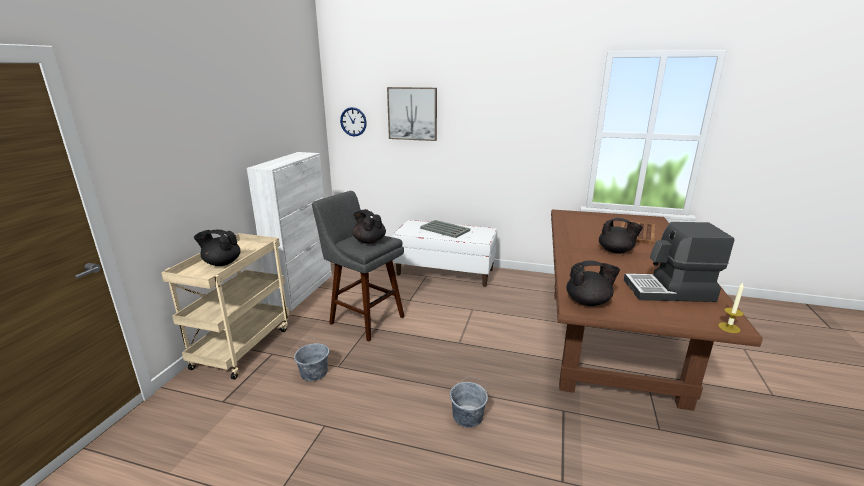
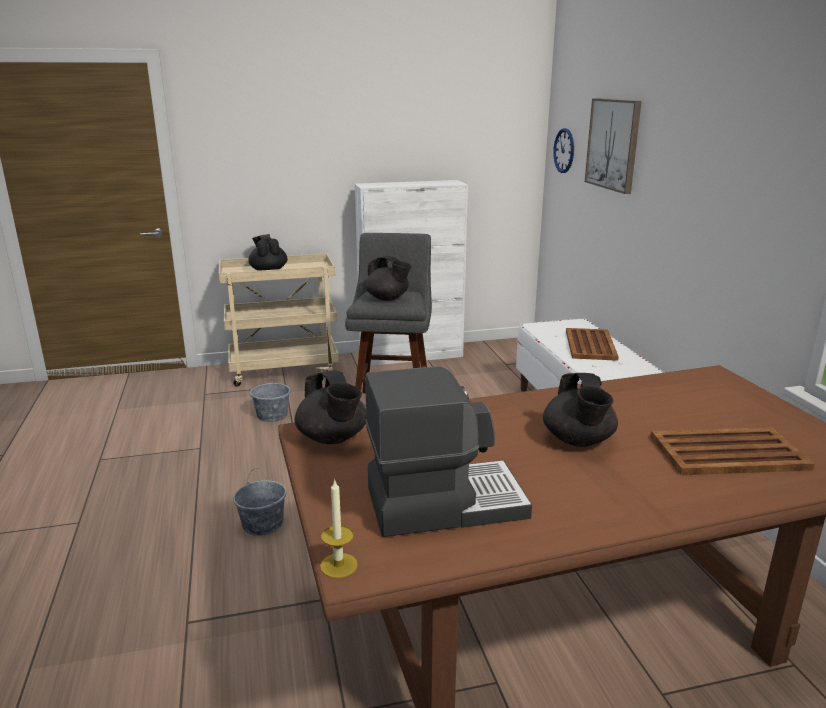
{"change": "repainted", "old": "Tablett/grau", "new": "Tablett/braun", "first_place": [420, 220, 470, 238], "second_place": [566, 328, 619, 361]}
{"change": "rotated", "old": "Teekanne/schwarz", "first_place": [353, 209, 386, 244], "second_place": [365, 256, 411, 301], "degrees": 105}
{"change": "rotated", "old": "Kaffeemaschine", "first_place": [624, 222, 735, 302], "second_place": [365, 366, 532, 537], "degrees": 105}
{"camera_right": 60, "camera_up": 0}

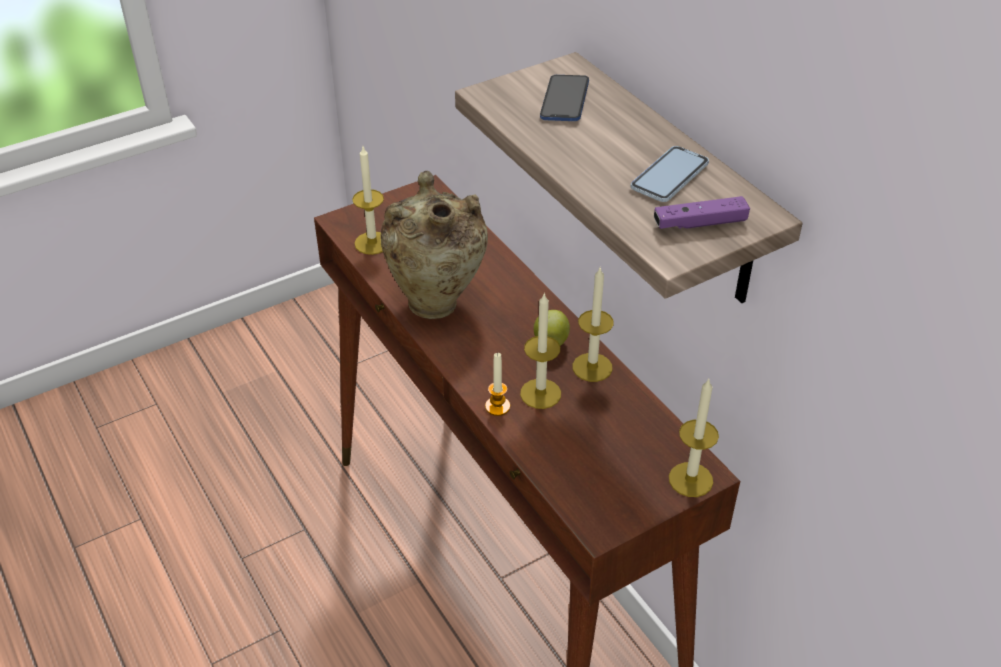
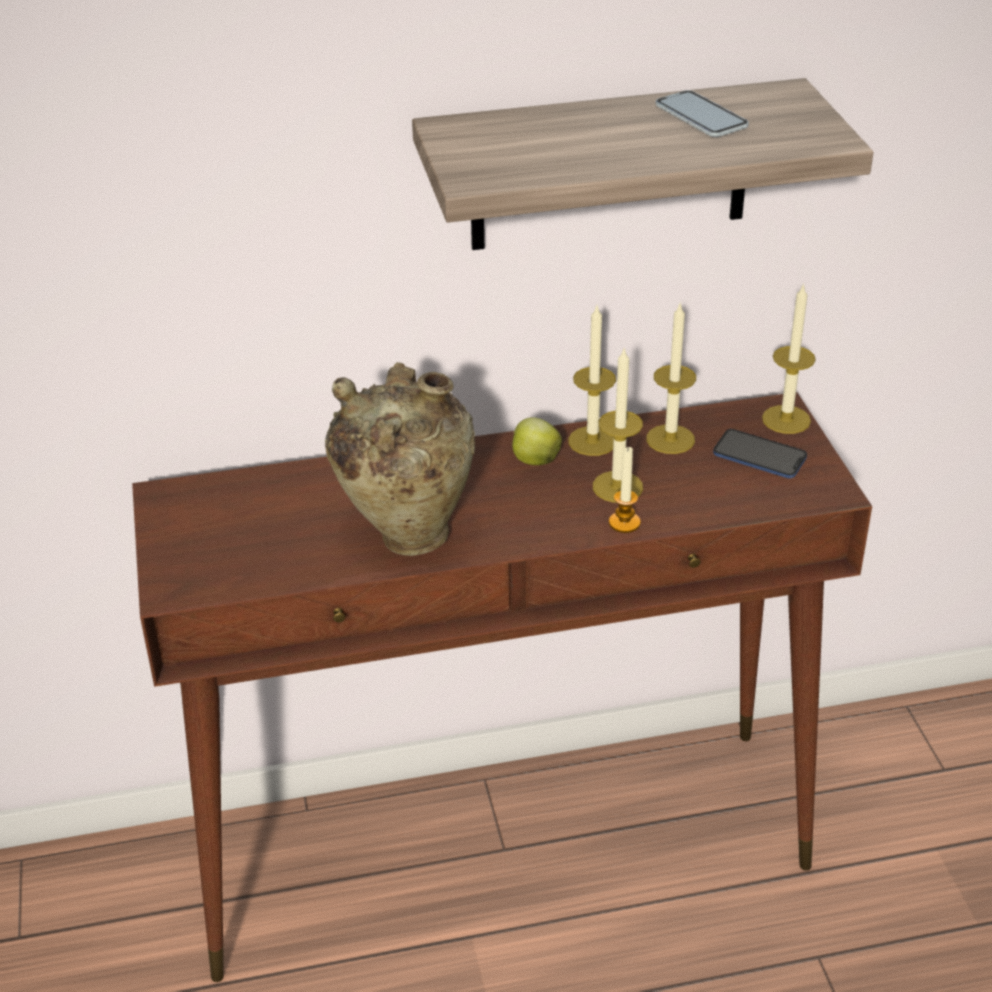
{"change": "gone", "old": "Gamepad/lila", "first_place": [654, 196, 750, 229]}
{"change": "shifted", "old": "Kerze", "first_place": [352, 147, 384, 255], "second_place": [646, 302, 696, 454]}
{"change": "shifted", "old": "Handy", "first_place": [540, 75, 589, 121], "second_place": [713, 429, 807, 478]}
{"camera_right": -70, "camera_up": -5}

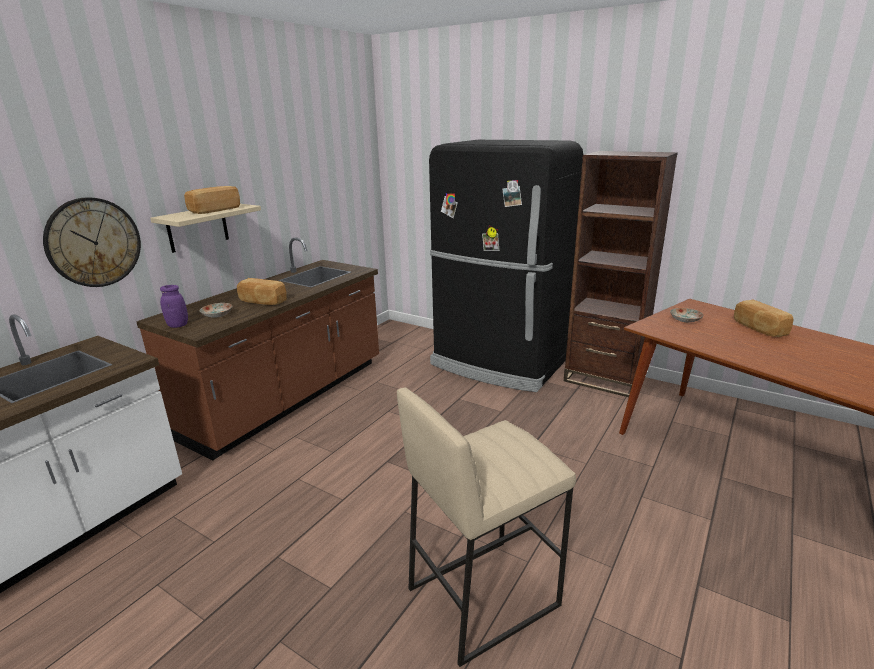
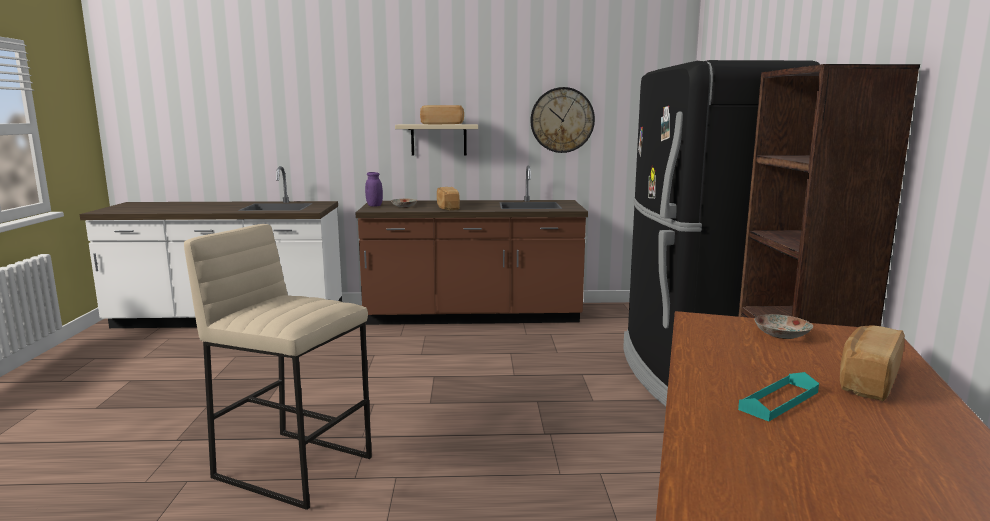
{"change": "new", "new": "Tablett/türkis", "second_place": [738, 372, 819, 421]}
{"change": "shifted", "old": "Wanduhr", "first_place": [43, 197, 141, 287], "second_place": [531, 87, 595, 153]}
{"camera_right": 55, "camera_up": -10}

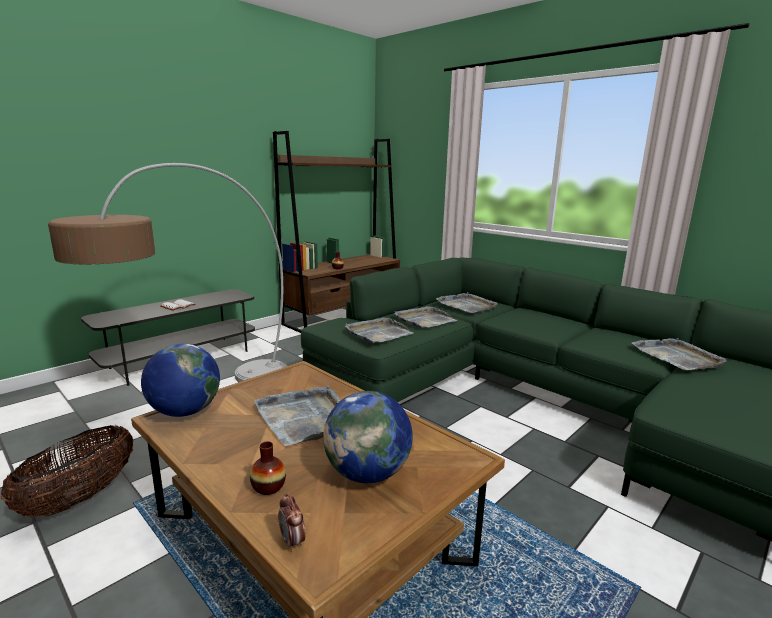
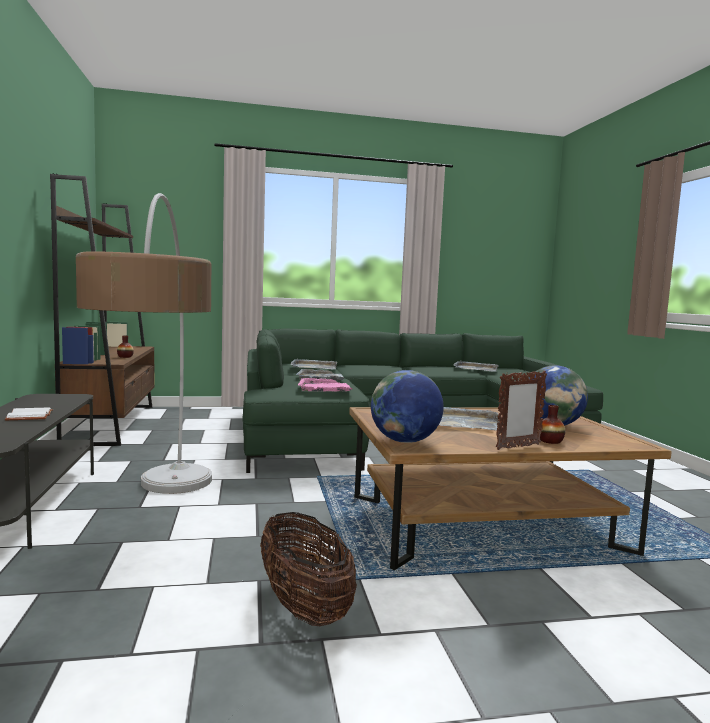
{"change": "gone", "old": "Wecker", "first_place": [278, 493, 305, 552]}
{"change": "new", "new": "Bilderrahmen", "second_place": [496, 371, 547, 450]}
{"change": "repainted", "old": "Tablett/grau", "new": "Tablett/rosa", "first_place": [345, 317, 413, 343], "second_place": [298, 378, 353, 392]}
{"camera_right": -55, "camera_up": -10}

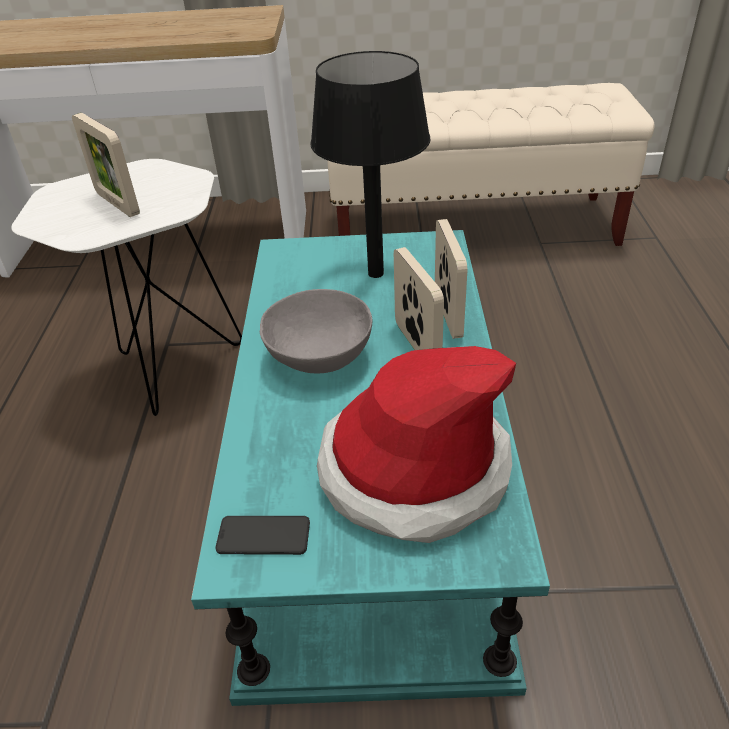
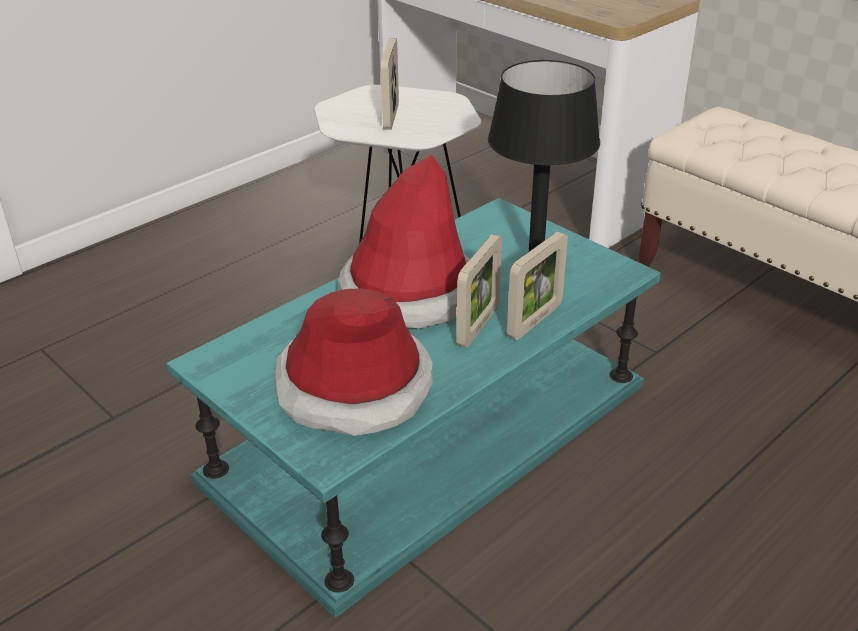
{"change": "gone", "old": "Handy", "first_place": [215, 516, 310, 555]}
{"change": "swapped", "old": "Schüssel/grau", "new": "Hut", "first_place": [260, 289, 373, 373], "second_place": [338, 155, 470, 329]}
{"camera_right": 45, "camera_up": -5}

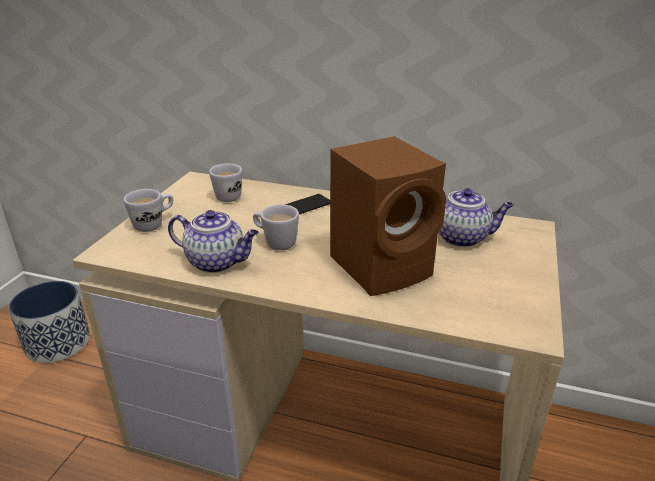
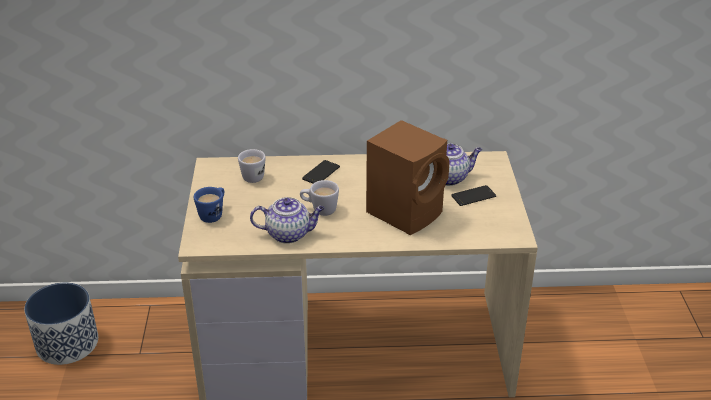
{"change": "new", "new": "Handy", "second_place": [451, 185, 496, 206]}
{"change": "repainted", "old": "Henkelbecher/weiß", "new": "Henkelbecher/blau", "first_place": [124, 189, 173, 232], "second_place": [194, 187, 224, 223]}
{"camera_right": -20, "camera_up": 5}

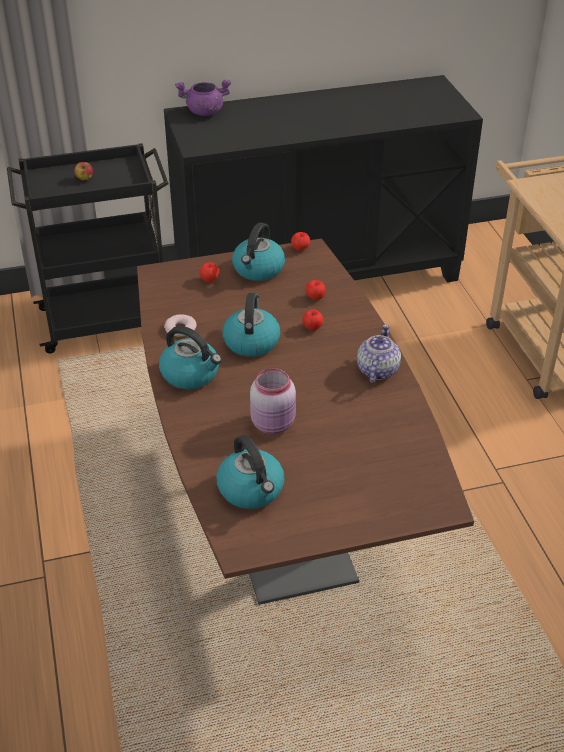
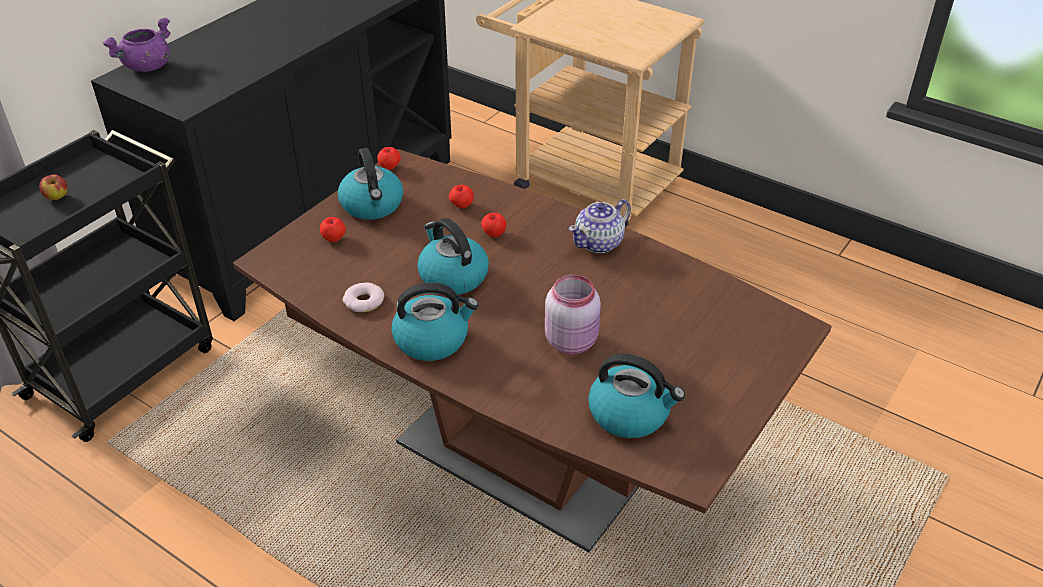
{"change": "rotated", "old": "Teekanne", "first_place": [357, 324, 401, 383], "second_place": [569, 199, 631, 253], "degrees": -105}
{"camera_right": -40, "camera_up": 0}

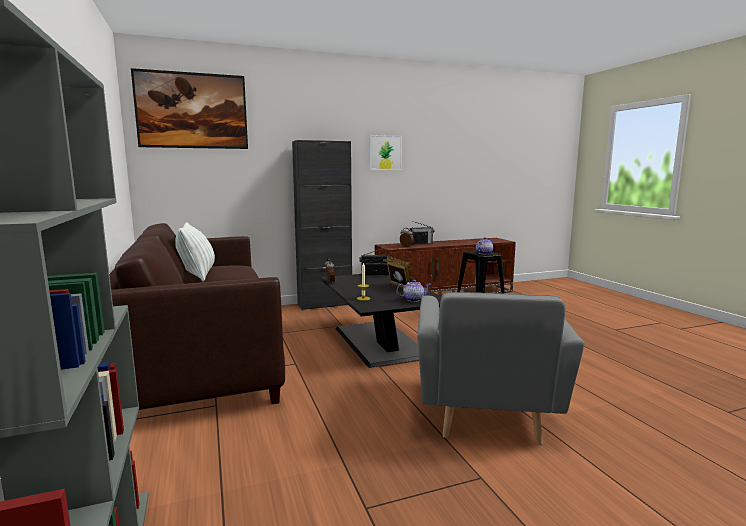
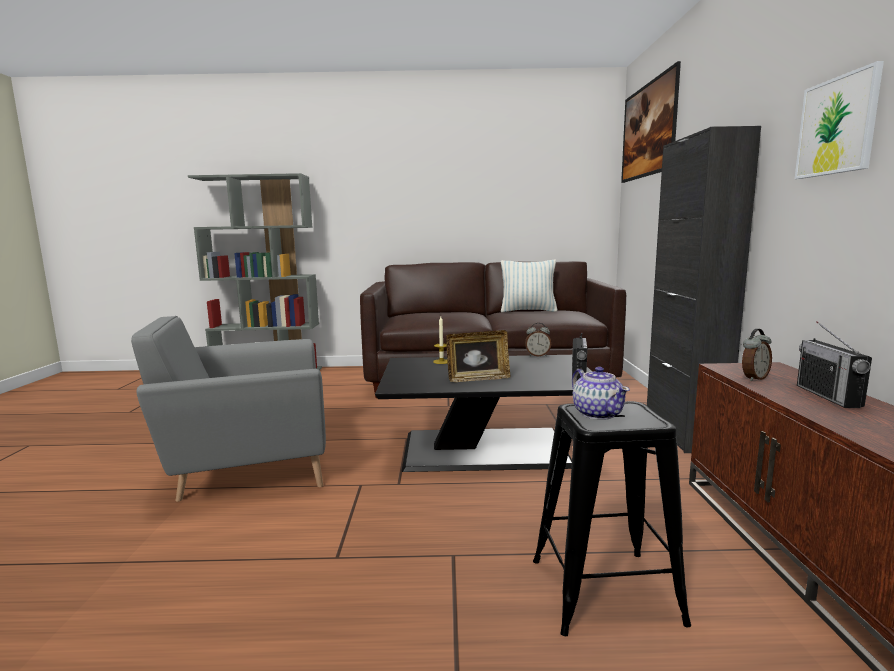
{"change": "gone", "old": "Teekanne", "first_place": [397, 280, 431, 302]}
{"change": "rotated", "old": "Sessel/grau", "first_place": [417, 292, 584, 445], "second_place": [131, 316, 326, 502], "degrees": -45}
{"camera_right": 110, "camera_up": 0}

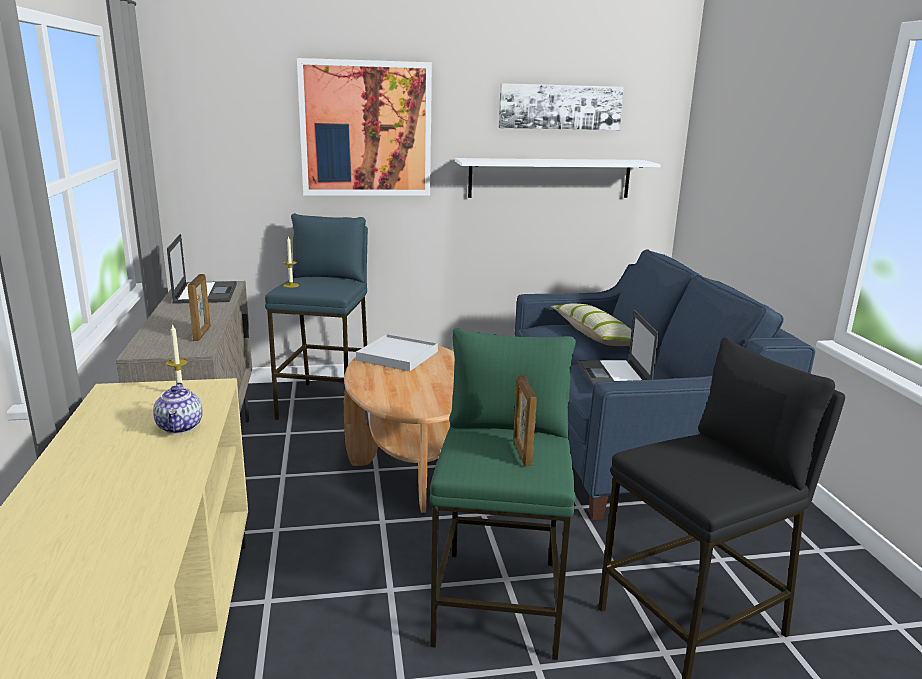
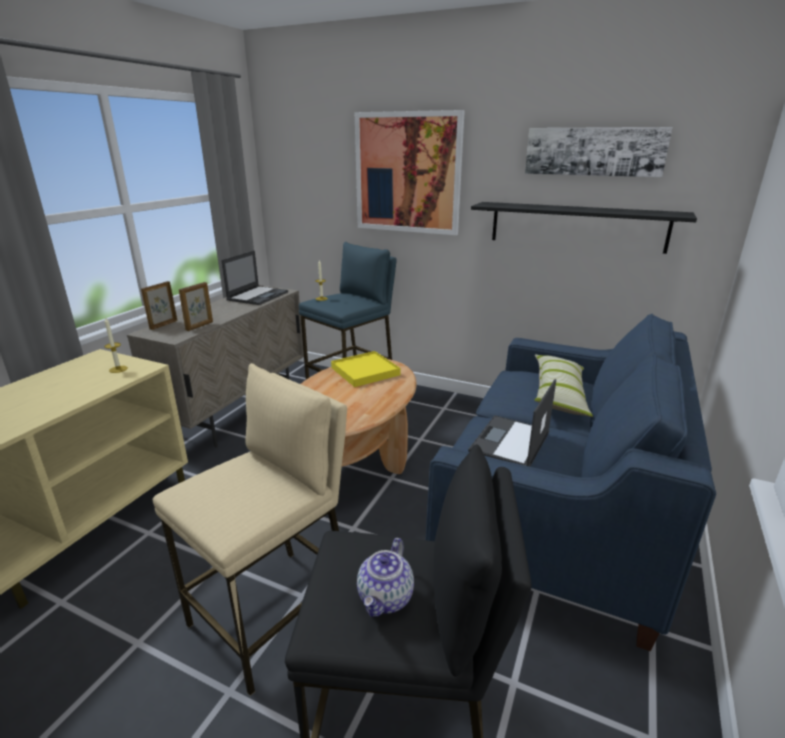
{"change": "shifted", "old": "Teekanne", "first_place": [153, 382, 203, 434], "second_place": [357, 538, 414, 617]}
{"change": "shifted", "old": "Bilderrahmen", "first_place": [513, 375, 537, 467], "second_place": [141, 281, 177, 330]}
{"change": "repainted", "old": "Tablett/weiß", "new": "Tablett/gelb", "first_place": [356, 334, 438, 371], "second_place": [331, 351, 401, 387]}
{"change": "repainted", "old": "Hocker/grün", "new": "Hocker/beige", "first_place": [430, 328, 576, 661], "second_place": [153, 363, 347, 696]}
{"change": "repainted", "old": "Wandregal/weiß", "new": "Wandregal/schwarz", "first_place": [455, 158, 661, 198], "second_place": [471, 202, 697, 254]}
{"camera_right": 35, "camera_up": 5}

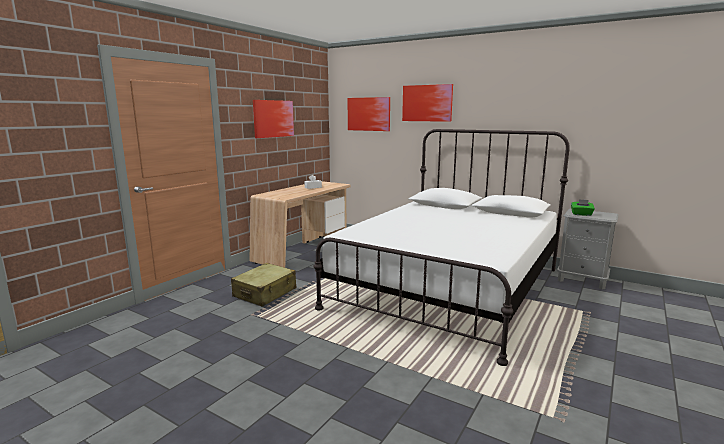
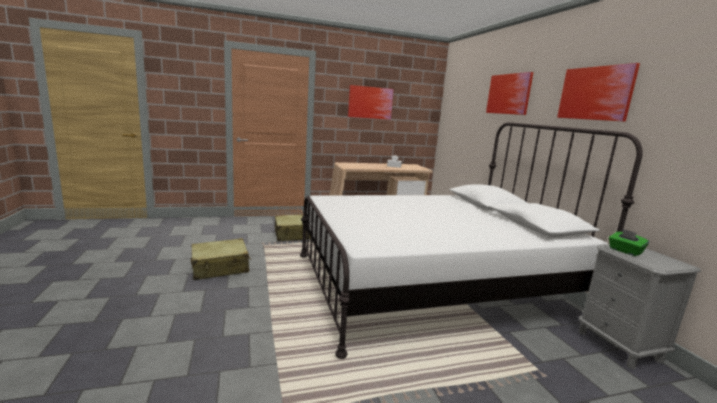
{"change": "new", "new": "Koffer/beige", "second_place": [191, 238, 251, 280]}
{"change": "shifted", "old": "Bild", "first_place": [348, 97, 390, 131], "second_place": [557, 63, 640, 122]}
{"camera_right": 40, "camera_up": 0}

